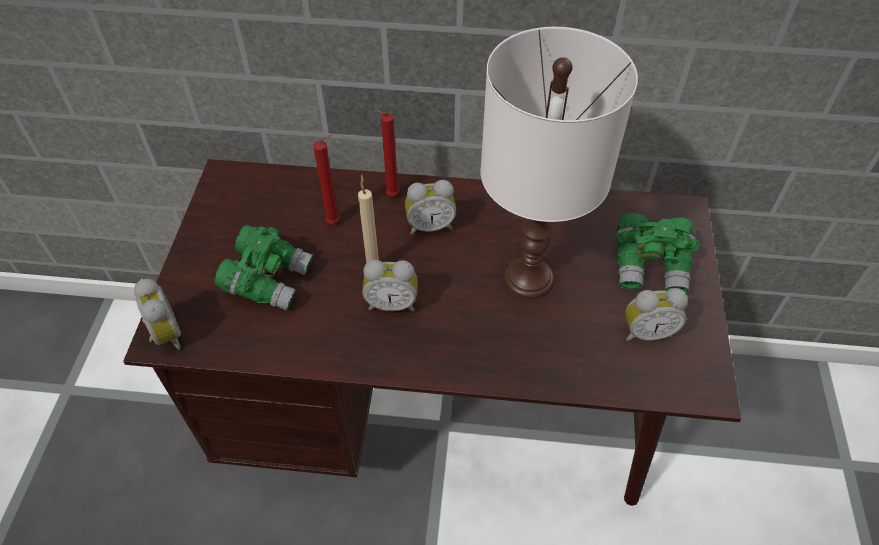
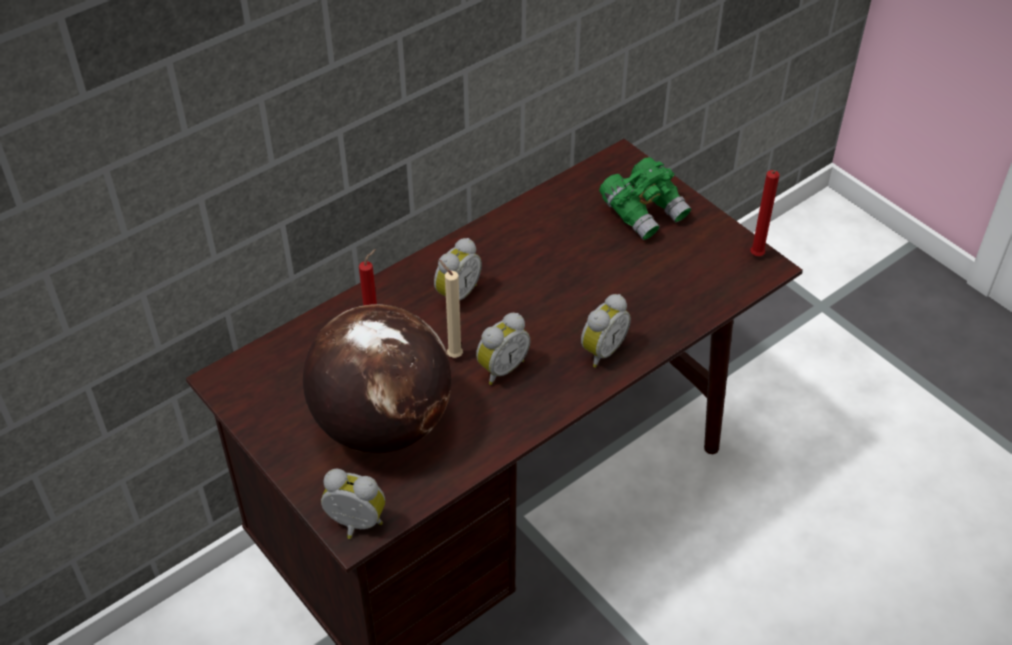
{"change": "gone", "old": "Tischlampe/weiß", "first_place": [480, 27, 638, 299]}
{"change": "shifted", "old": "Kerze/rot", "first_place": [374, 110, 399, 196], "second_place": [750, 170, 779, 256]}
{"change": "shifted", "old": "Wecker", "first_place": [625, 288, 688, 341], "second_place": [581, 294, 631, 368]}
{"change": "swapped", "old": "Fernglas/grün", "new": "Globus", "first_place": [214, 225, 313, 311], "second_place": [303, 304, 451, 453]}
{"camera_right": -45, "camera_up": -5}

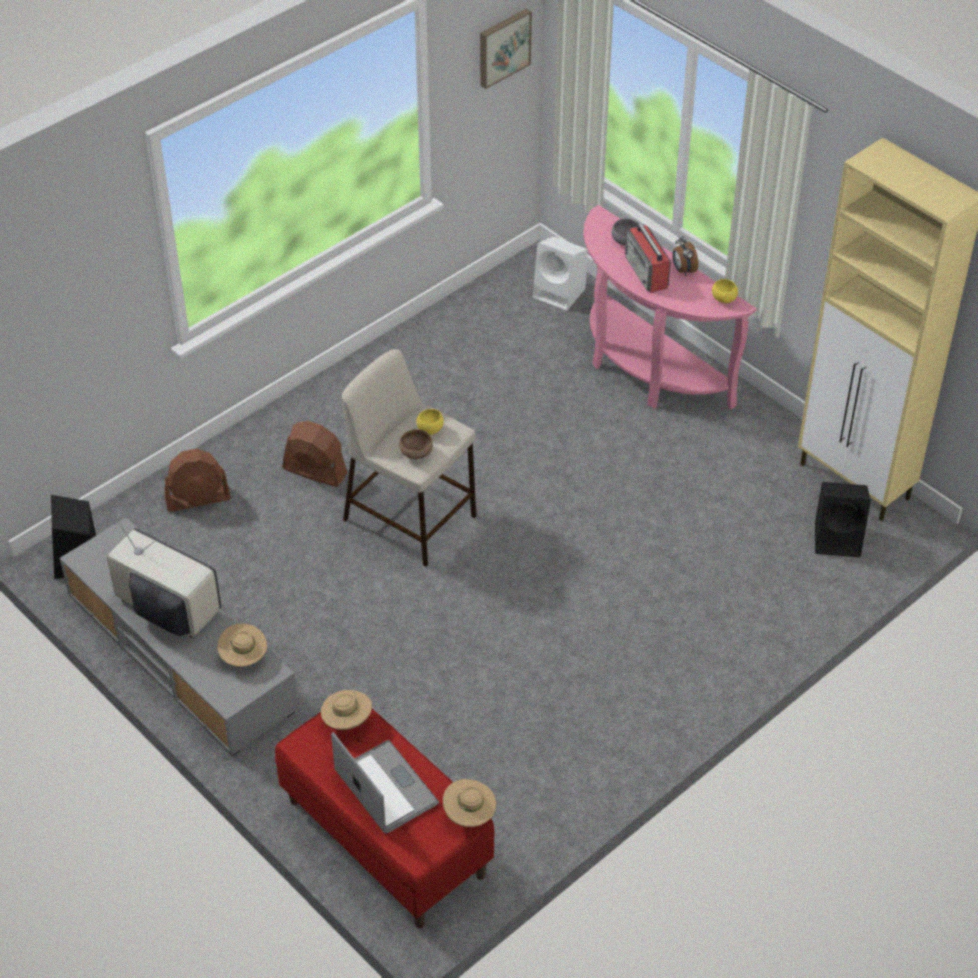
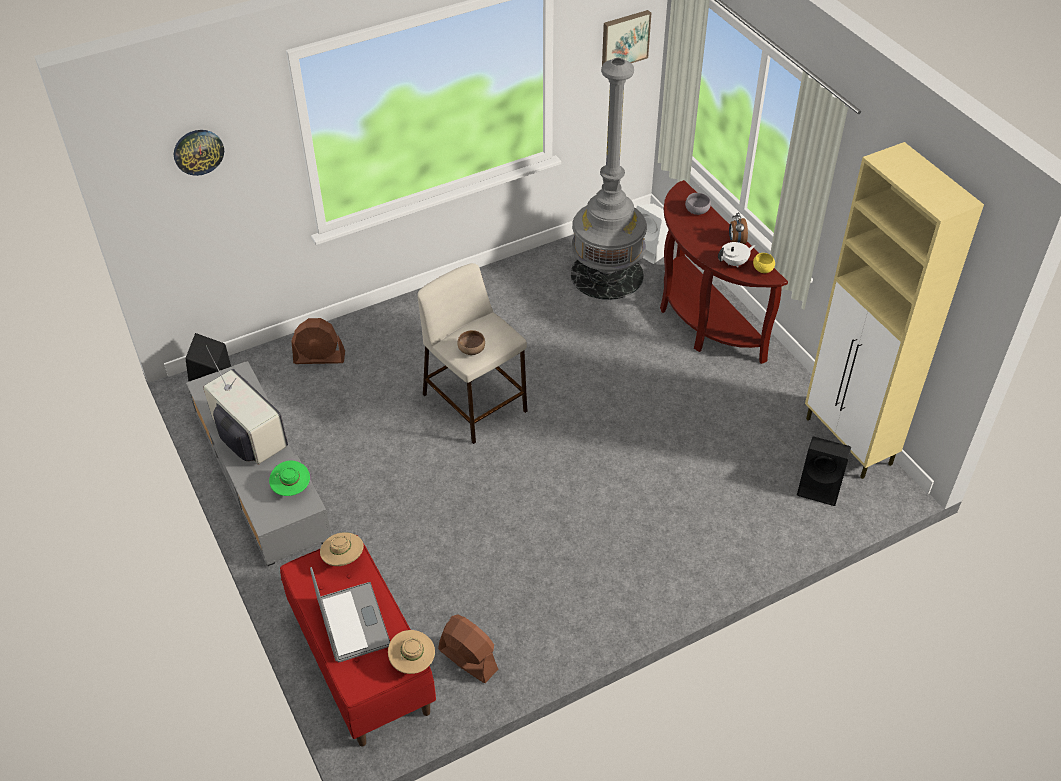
{"change": "gone", "old": "Schüssel/gelb", "first_place": [416, 409, 444, 435]}
{"change": "gone", "old": "Radio", "first_place": [625, 224, 671, 293]}
{"change": "new", "new": "Wanduhr", "second_place": [174, 130, 224, 176]}
{"change": "new", "new": "Stehlampe/grau", "second_place": [571, 58, 647, 300]}
{"change": "new", "new": "Teekanne/weiß", "second_place": [718, 242, 756, 268]}
{"change": "shifted", "old": "Ventilator/braun", "first_place": [282, 421, 347, 487], "second_place": [438, 614, 498, 683]}
{"change": "repainted", "old": "Hut/beige", "new": "Hut/grün", "first_place": [218, 623, 267, 667], "second_place": [269, 461, 310, 496]}
{"change": "repainted", "old": "Konsolentisch/rosa", "new": "Konsolentisch/braun", "first_place": [583, 205, 756, 410], "second_place": [660, 180, 788, 364]}
{"camera_right": 15, "camera_up": 0}

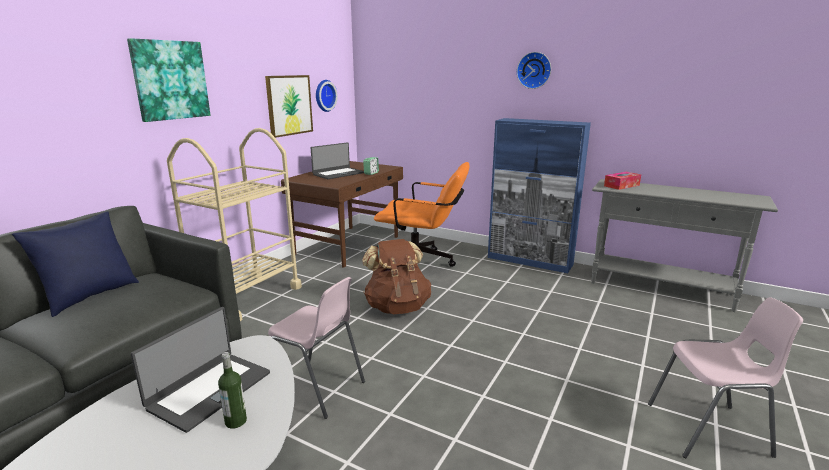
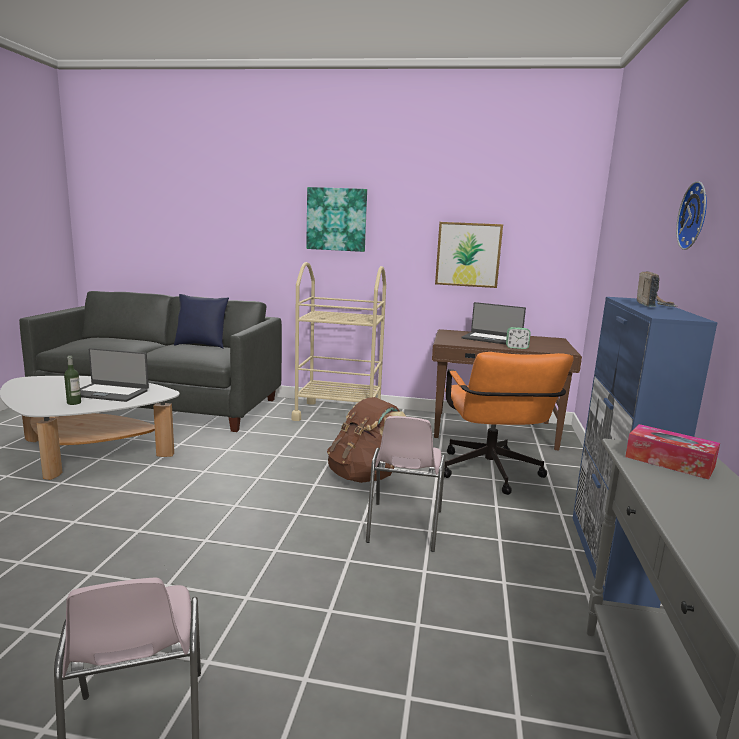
{"change": "gone", "old": "Wanduhr", "first_place": [316, 80, 338, 112]}
{"change": "new", "new": "Radio", "second_place": [637, 271, 677, 307]}
{"change": "shifted", "old": "Stuhl/rosa", "first_place": [268, 277, 365, 419], "second_place": [366, 416, 446, 552]}
{"camera_right": 70, "camera_up": -5}

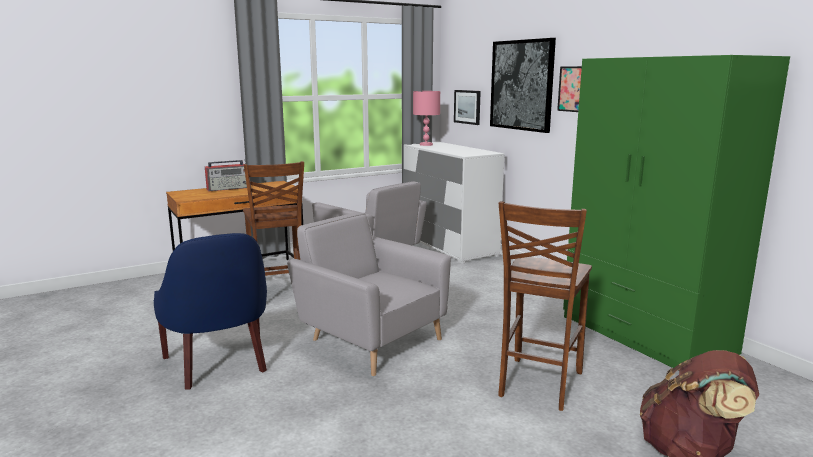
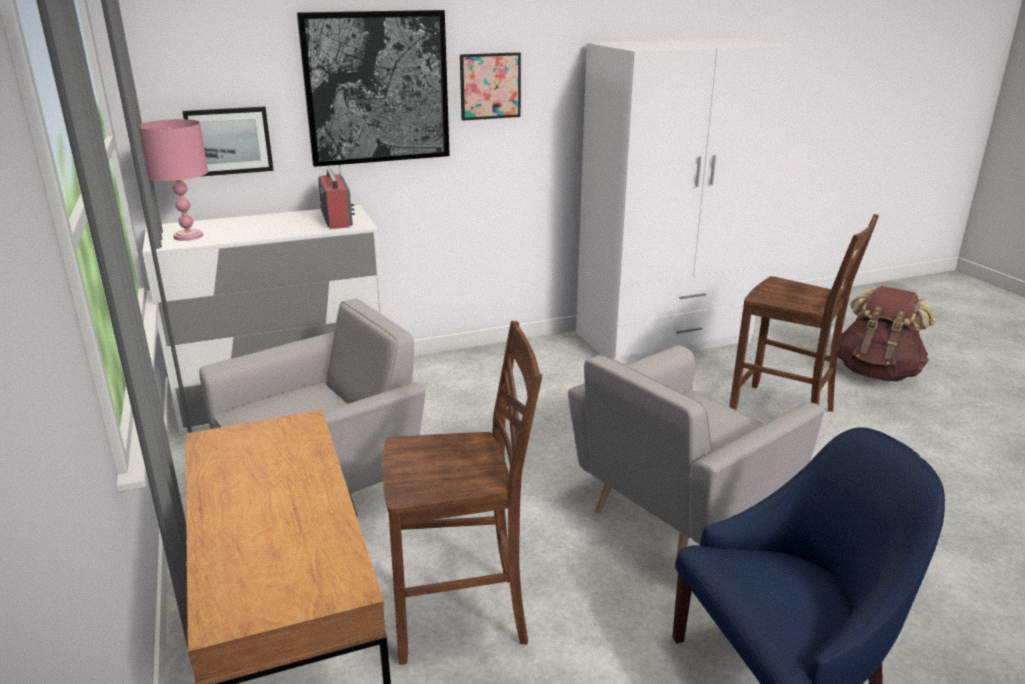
{"change": "shifted", "old": "Radio", "first_place": [205, 160, 247, 191], "second_place": [318, 165, 355, 229]}
{"change": "repainted", "old": "Kleiderschrank/grün", "new": "Kleiderschrank/weiß", "first_place": [563, 55, 790, 371], "second_place": [576, 38, 793, 364]}
{"camera_right": -80, "camera_up": 10}

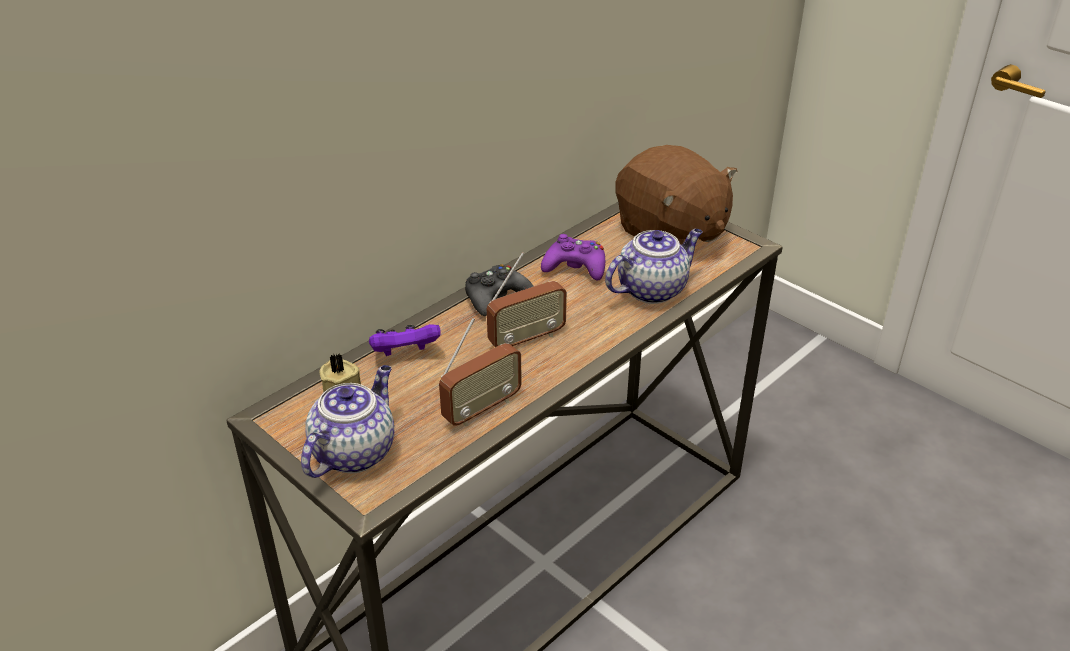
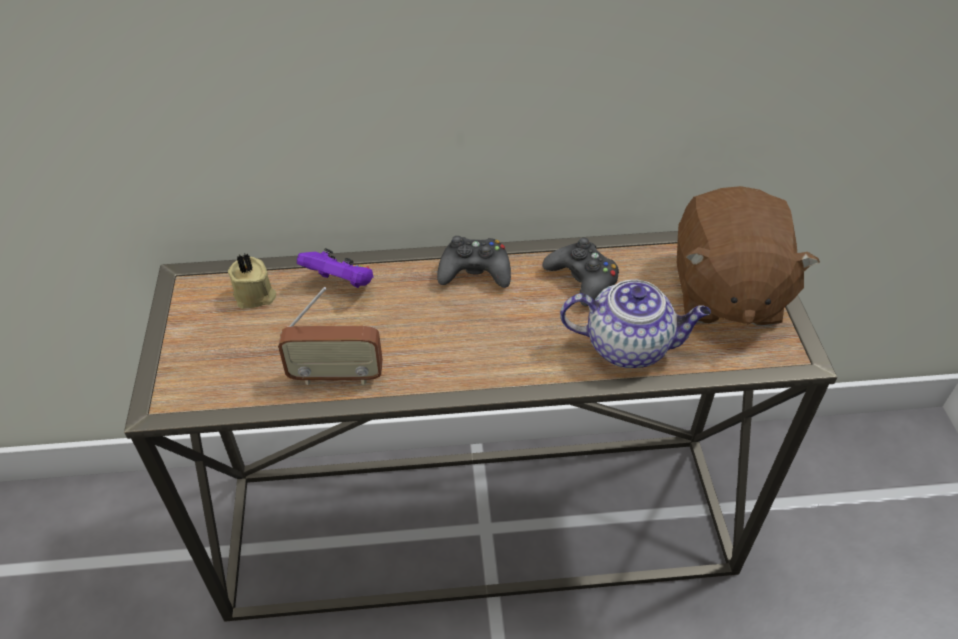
{"change": "gone", "old": "Teekanne", "first_place": [301, 365, 394, 478]}
{"change": "gone", "old": "Radio", "first_place": [487, 252, 567, 347]}
{"change": "repainted", "old": "Gamepad/lila", "new": "Gamepad/schwarz", "first_place": [541, 234, 605, 280], "second_place": [542, 238, 619, 306]}
{"camera_right": 40, "camera_up": 10}

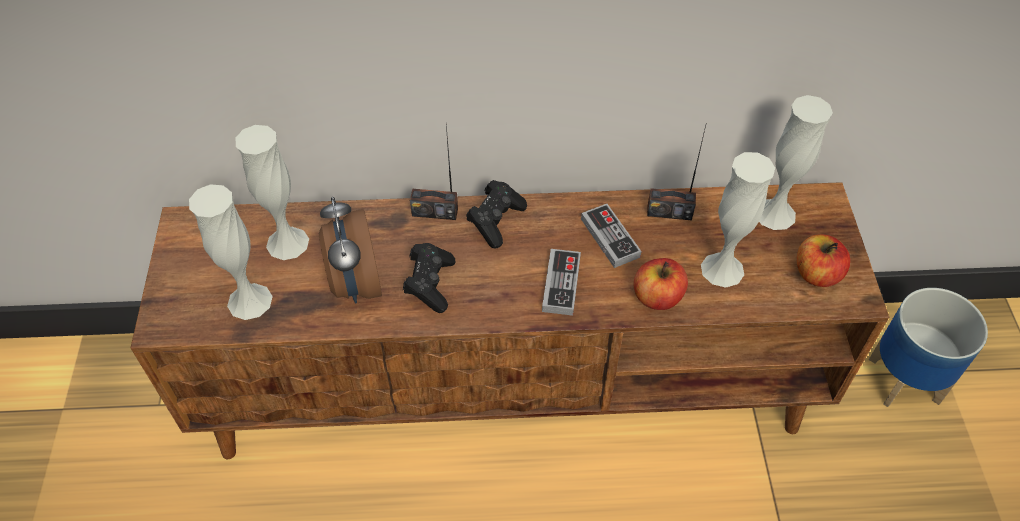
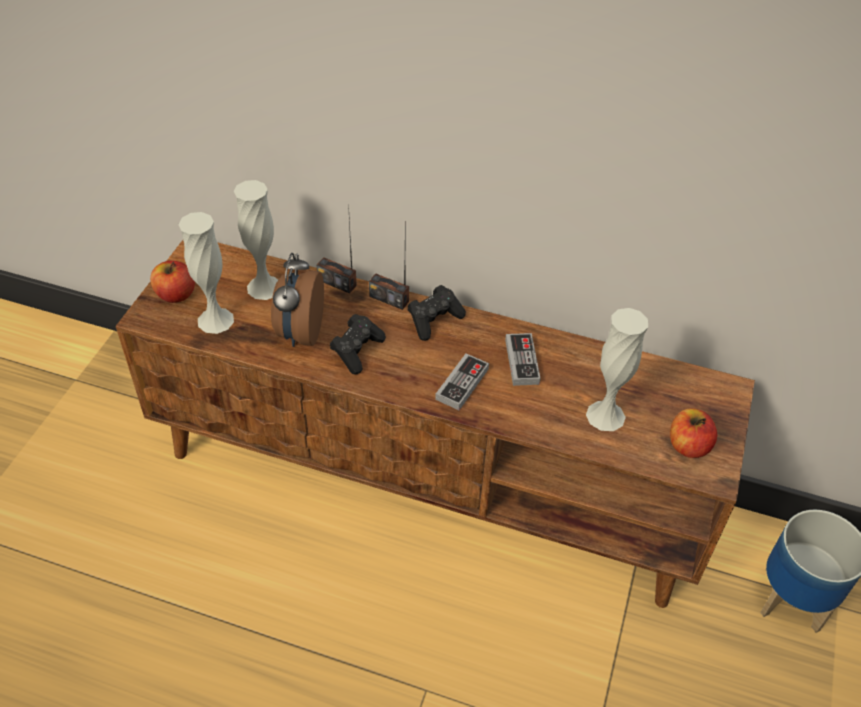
{"change": "gone", "old": "Vase/weiß", "first_place": [759, 95, 833, 230]}
{"change": "shifted", "old": "Apfel", "first_place": [634, 258, 688, 310], "second_place": [150, 261, 195, 303]}
{"change": "shifted", "old": "Radio", "first_place": [647, 126, 706, 221], "second_place": [317, 205, 357, 294]}
{"camera_right": 20, "camera_up": -5}

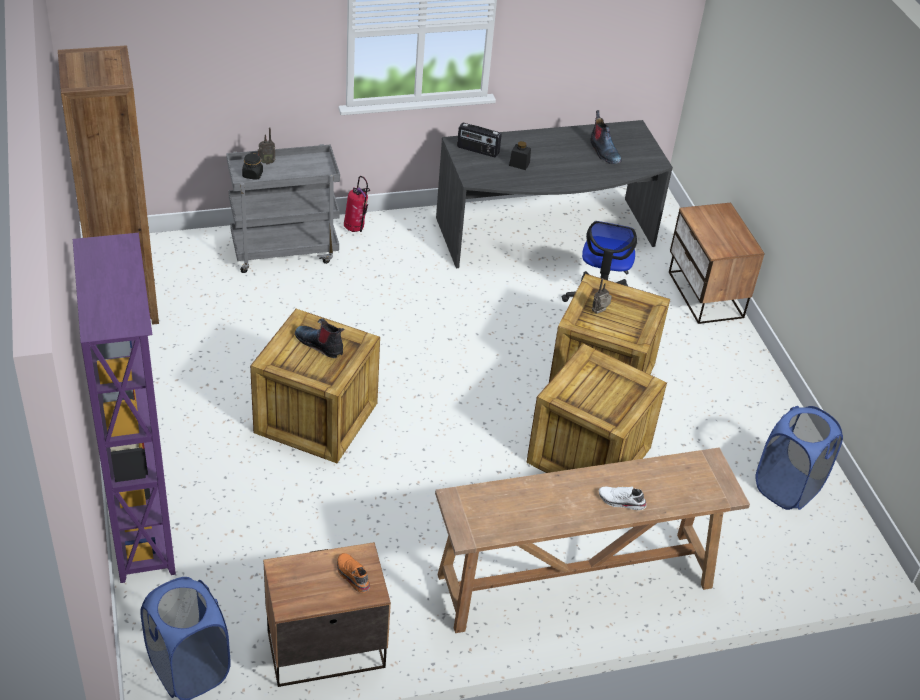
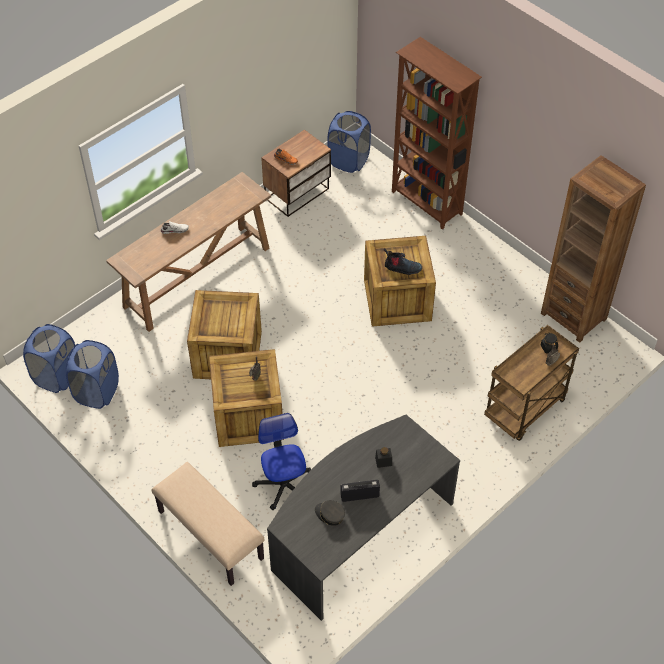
{"change": "gone", "old": "Feuerlöscher", "first_place": [344, 176, 370, 232]}
{"change": "new", "new": "Wäschekorb/blau", "second_place": [23, 324, 75, 393]}
{"change": "shifted", "old": "Radio", "first_place": [457, 123, 502, 157], "second_place": [341, 480, 380, 502]}
{"change": "swapped", "old": "Stiefel", "new": "Kappe/grau", "first_place": [590, 110, 622, 164], "second_place": [315, 500, 345, 526]}
{"change": "swapped", "old": "Nachttisch", "new": "Bank/beige", "first_place": [669, 203, 765, 324], "second_place": [152, 462, 265, 586]}
{"change": "repainted", "old": "Bücherregal/lila", "new": "Bücherregal/braun", "first_place": [73, 233, 176, 583], "second_place": [392, 37, 482, 230]}
{"change": "repainted", "old": "Rollwagen/grau", "new": "Rollwagen/braun", "first_place": [226, 144, 340, 273], "second_place": [484, 325, 579, 441]}
{"camera_right": 155, "camera_up": 10}

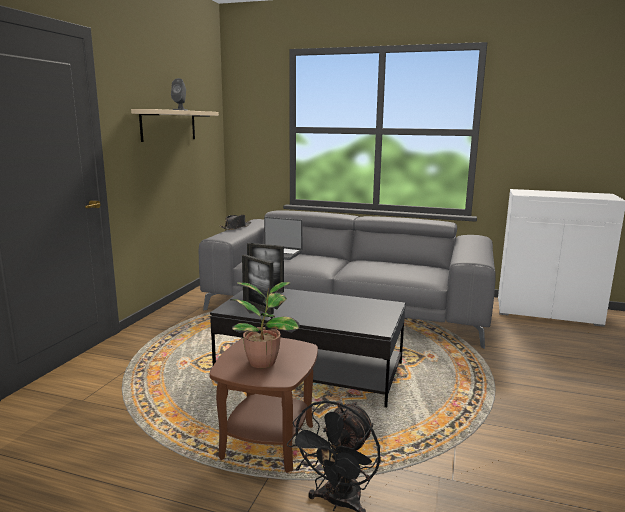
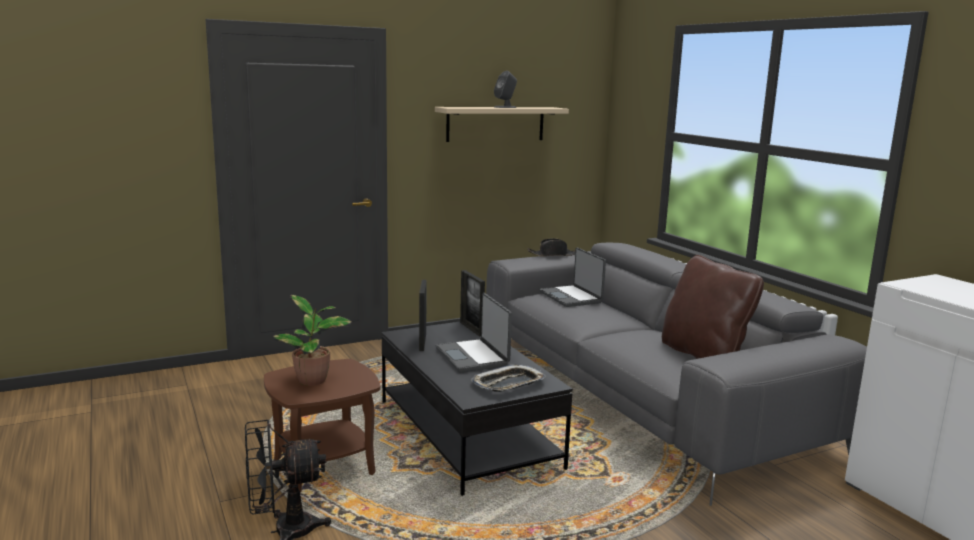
{"change": "new", "new": "Laptop", "second_place": [436, 293, 512, 372]}
{"change": "new", "new": "Tablett", "second_place": [471, 364, 546, 392]}
{"change": "new", "new": "Kissen/braun", "second_place": [662, 255, 764, 359]}
{"camera_right": 45, "camera_up": 0}

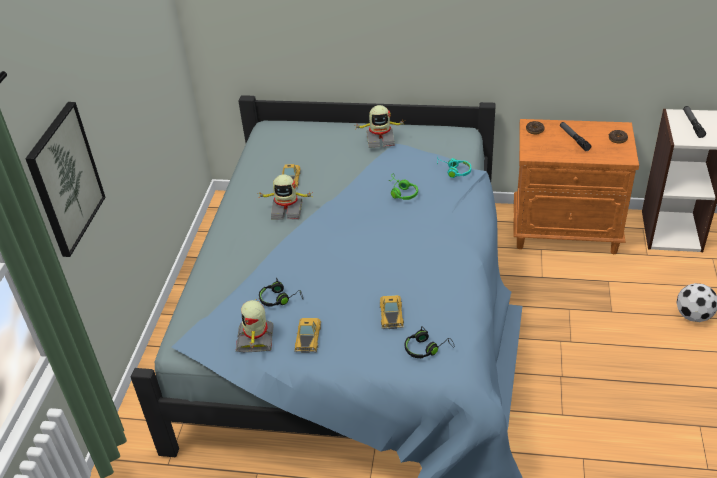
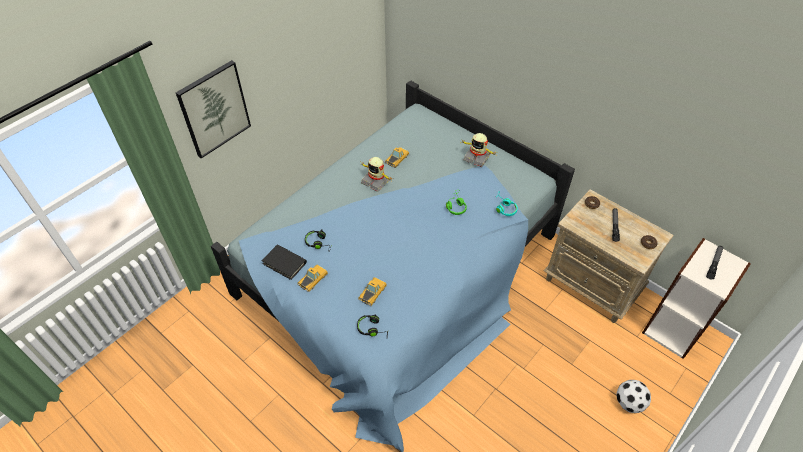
{"change": "swapped", "old": "Spielzeugroboter", "new": "Buch/schwarz", "first_place": [236, 299, 274, 352], "second_place": [262, 244, 307, 280]}
{"change": "repainted", "old": "Nachttisch/orange", "new": "Nachttisch/beige", "first_place": [513, 119, 639, 254], "second_place": [544, 189, 674, 323]}
{"camera_right": 30, "camera_up": 10}

